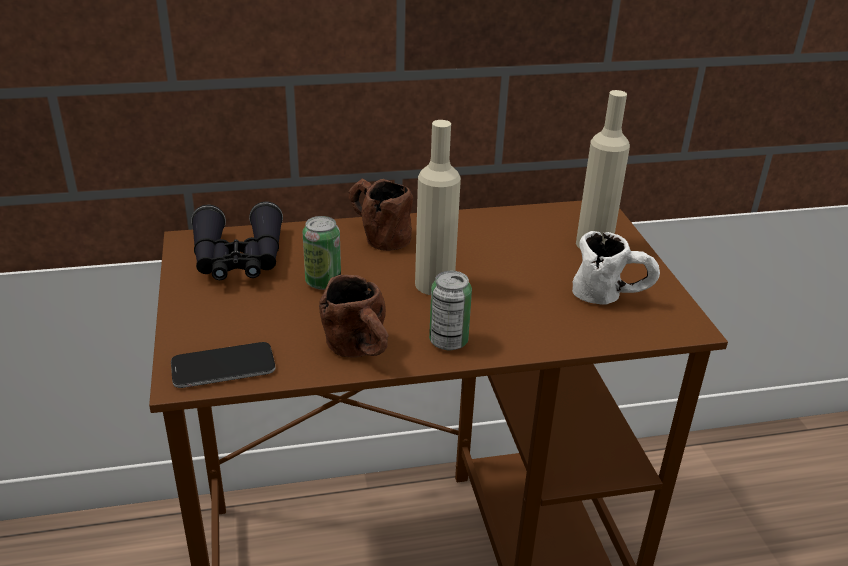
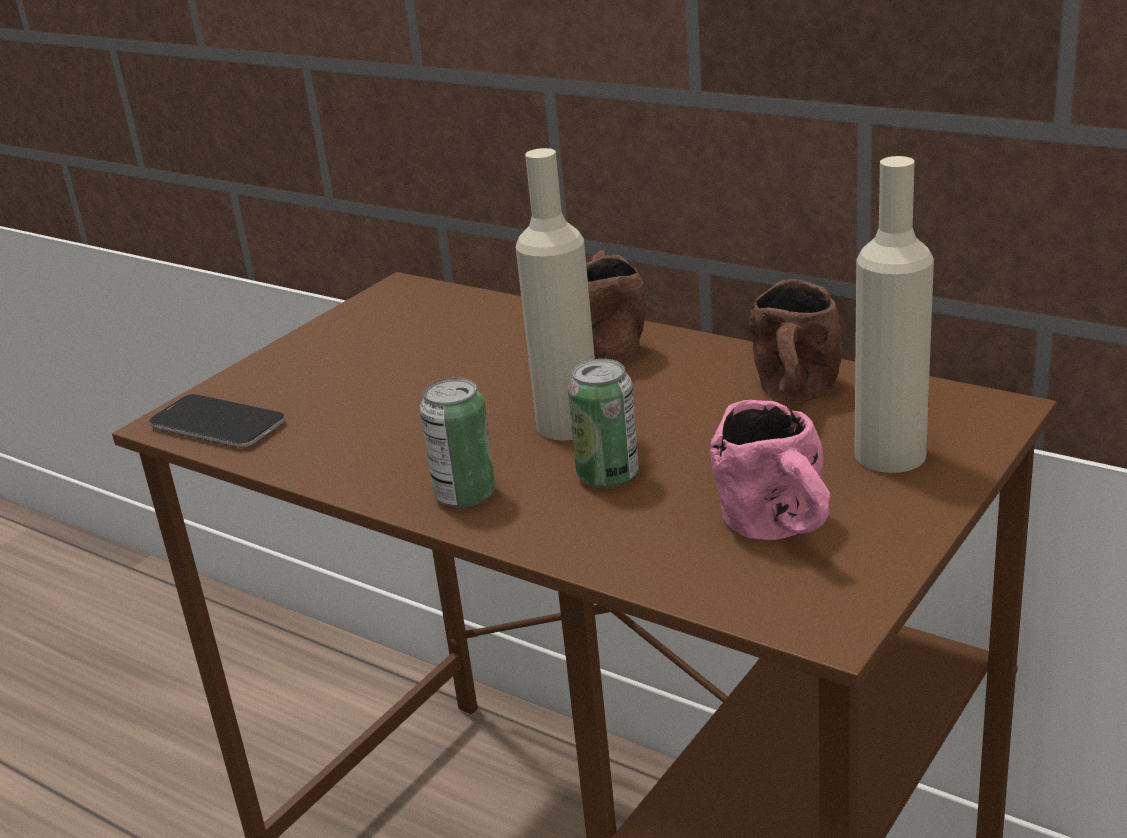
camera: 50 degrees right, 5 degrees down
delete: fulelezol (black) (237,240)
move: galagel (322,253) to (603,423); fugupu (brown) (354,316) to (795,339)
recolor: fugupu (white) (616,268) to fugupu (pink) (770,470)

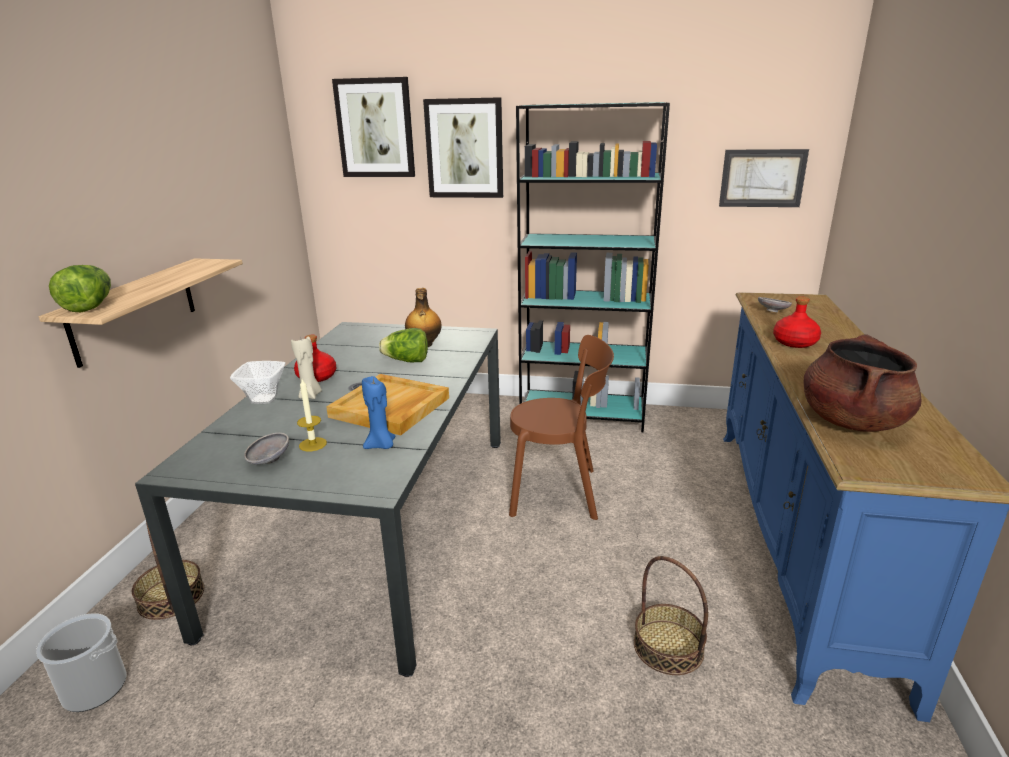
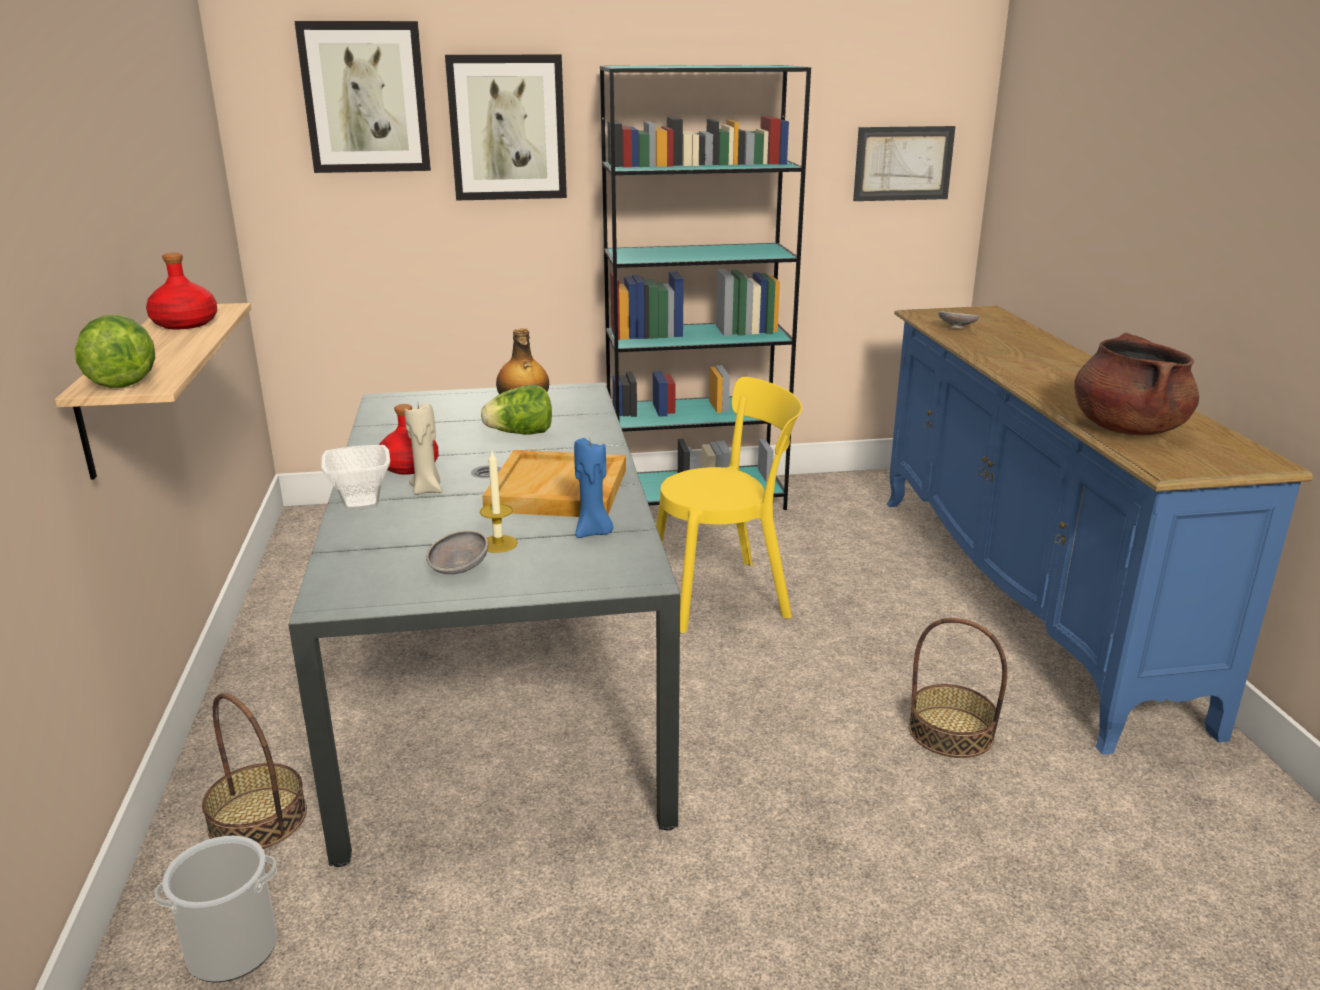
camera: 20 degrees left, 0 degrees up
move: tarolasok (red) (797,322) to (181,291)
recolor: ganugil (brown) (561,427) to ganugil (yellow) (729,505)

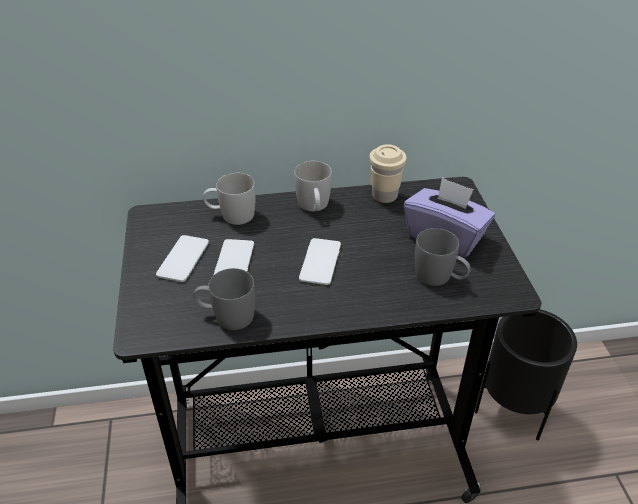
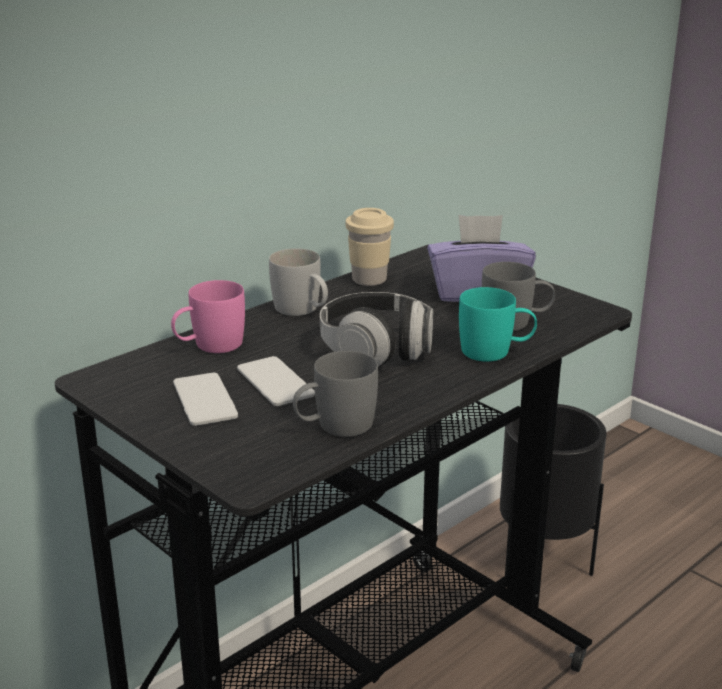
camera: 35 degrees left, 15 degrees down
insert: fugupu (turquoise) (498,324)
replace: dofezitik (320,261) to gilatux (376,329)
recolor: fugupu (white) (229,199) to fugupu (pink) (208,316)

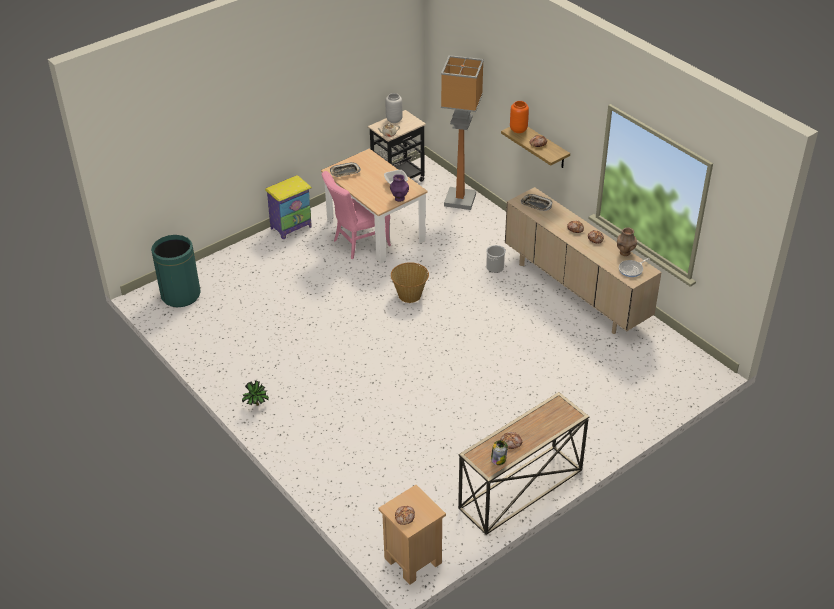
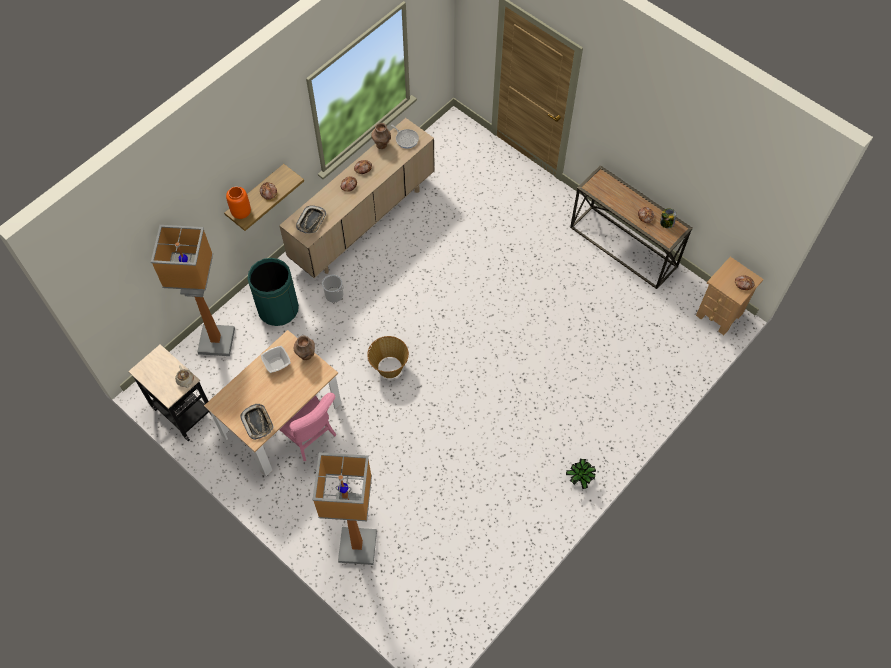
camera: 100 degrees left, 20 degrees up
delete: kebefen (288,207); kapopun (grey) (394,108)
insert: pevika (344,508)
move: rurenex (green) (176,271) to (273,292)
recolor: kapopun (purple) (399,188) to kapopun (brown) (304,348)

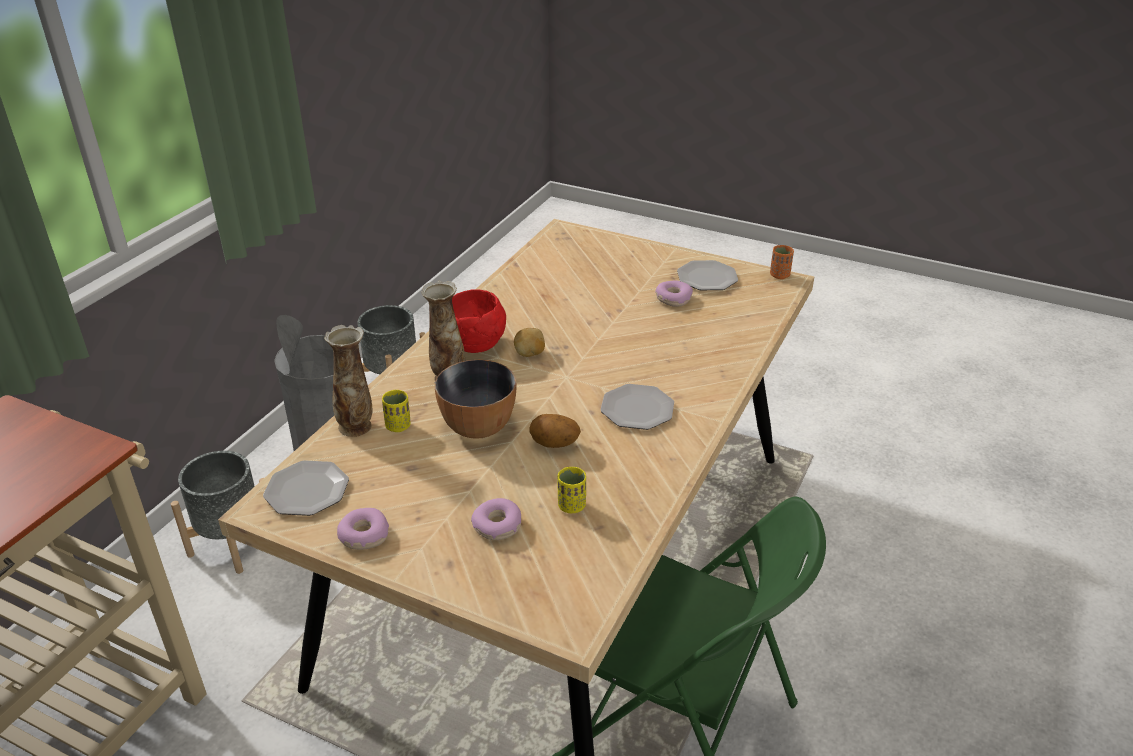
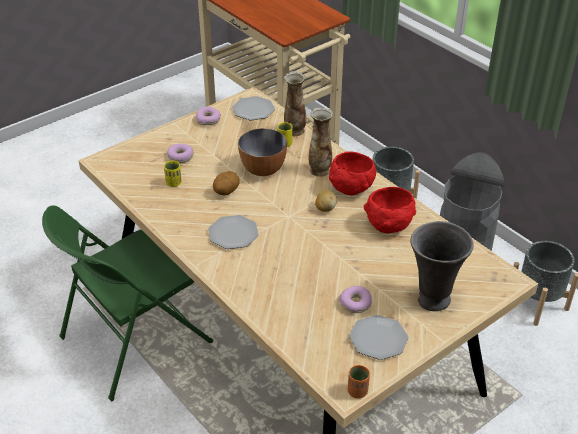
camera: 115 degrees right, 5 degrees up
insert: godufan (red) (390,210); kapopun (grey) (442,266)

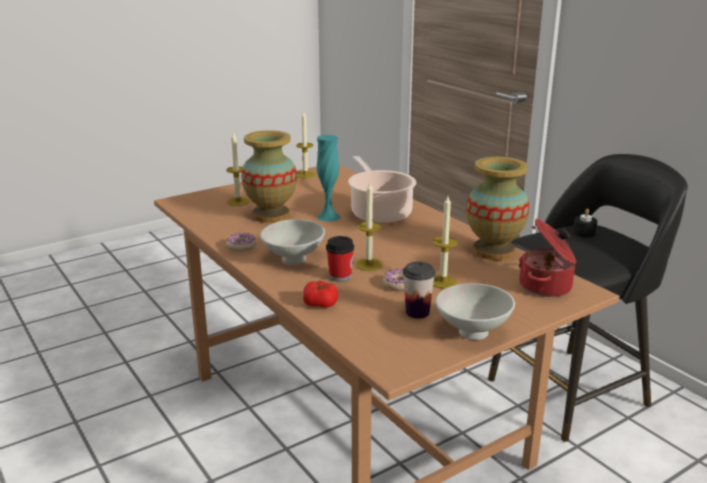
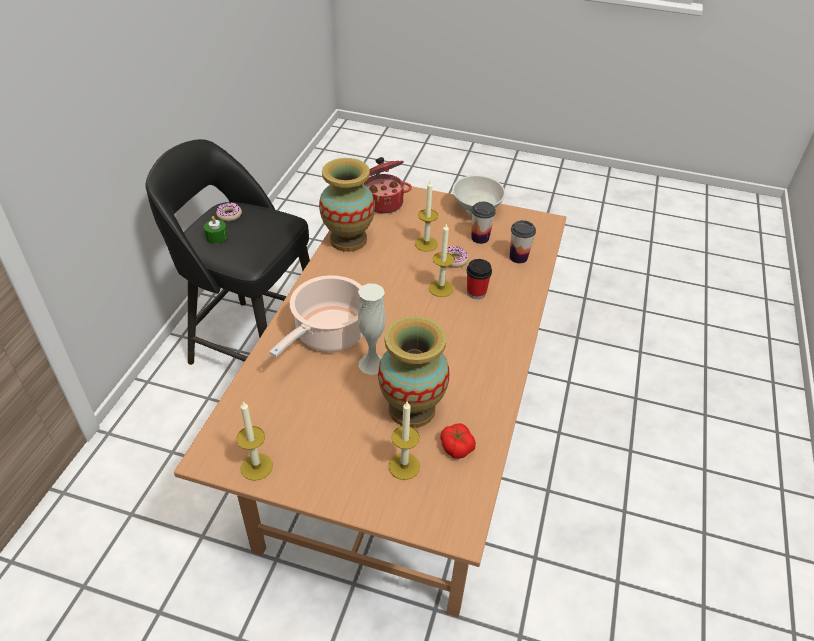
camera: 130 degrees left, 20 degrees up
delete: godufan (white) (292,241)
insert: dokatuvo (523,241)
move: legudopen (241,242) to (229,212); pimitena (320,294) to (458,441)
recolor: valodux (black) (585,223) to valodux (green) (216,230); kapopun (turquoise) (328,178) to kapopun (white) (372,329)

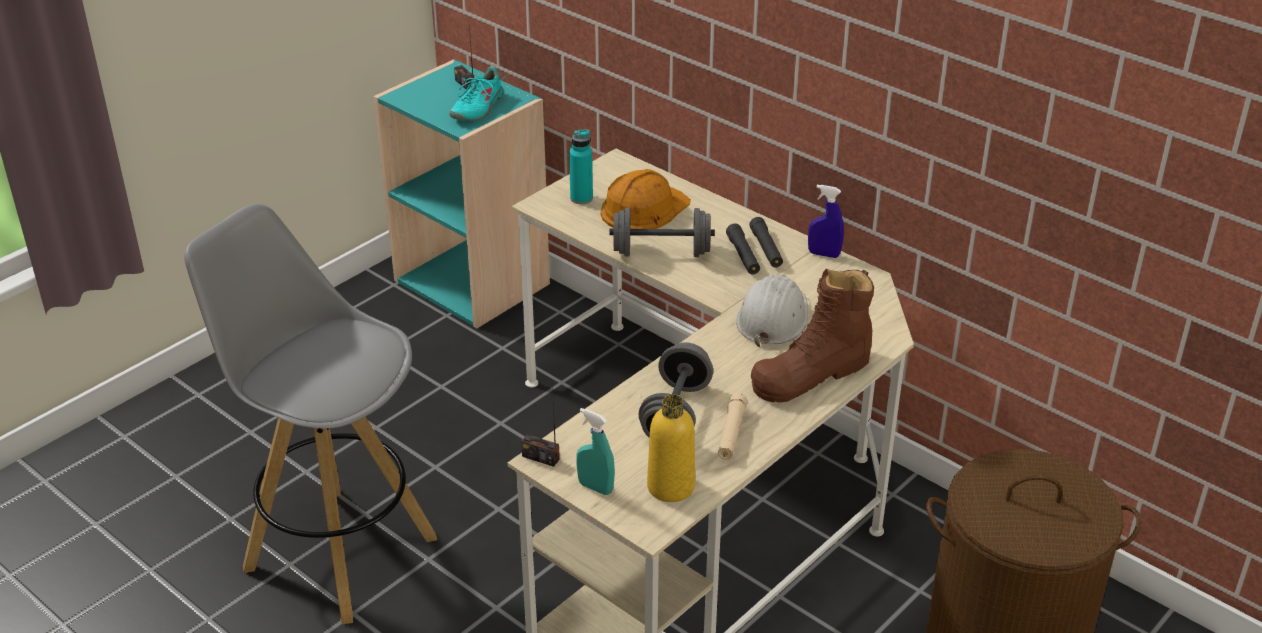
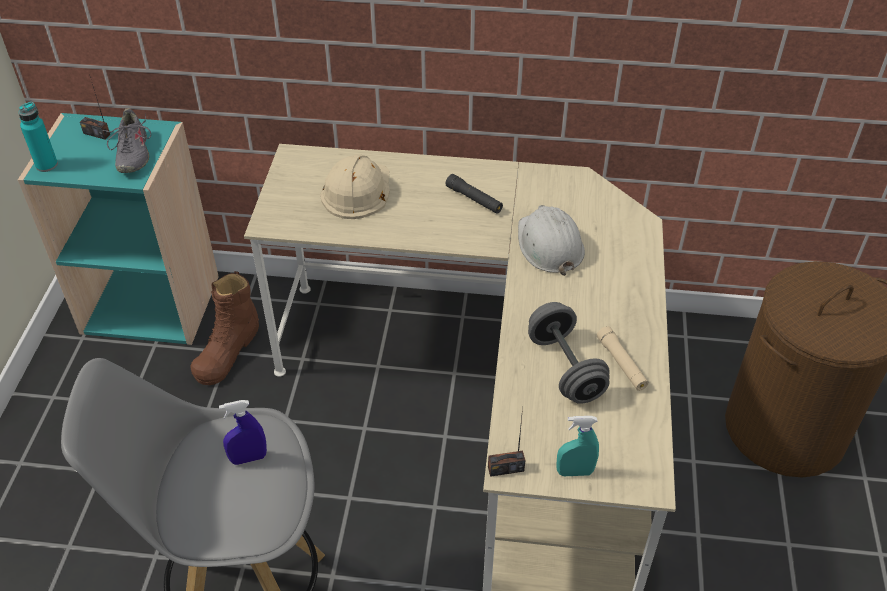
camera: 35 degrees left, 10 degrees up
delete: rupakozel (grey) (662,232); tarolasok (yellow) (671,448); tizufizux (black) (766,242)
move: tarolasok (turquoise) (581,166) to (38,137); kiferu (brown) (812,335) to (224,328); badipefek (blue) (826,221) to (243,432)
recolor: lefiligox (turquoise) (476,93) to lefiligox (grey) (127,140); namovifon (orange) (645,199) to namovifon (beige) (355,186)

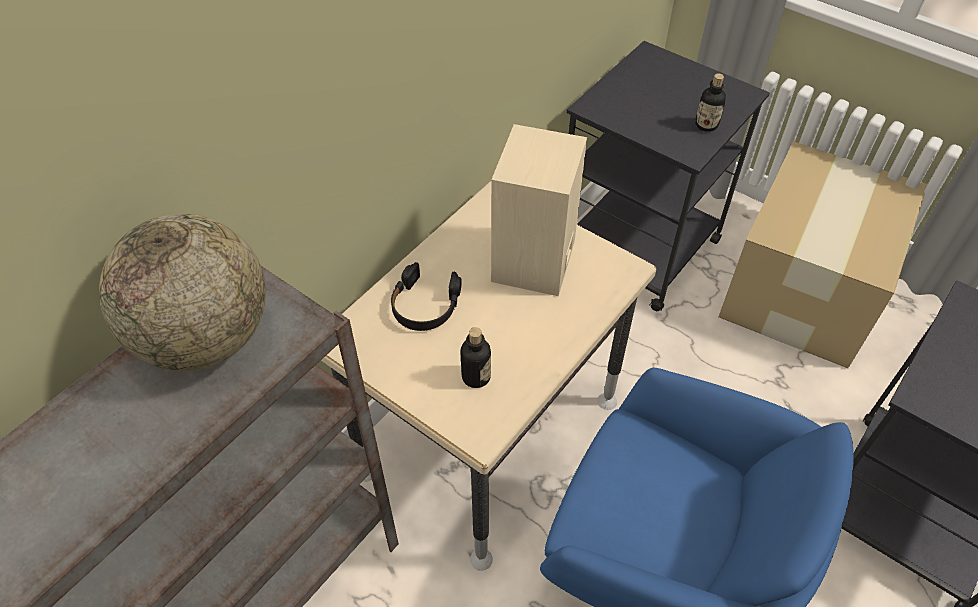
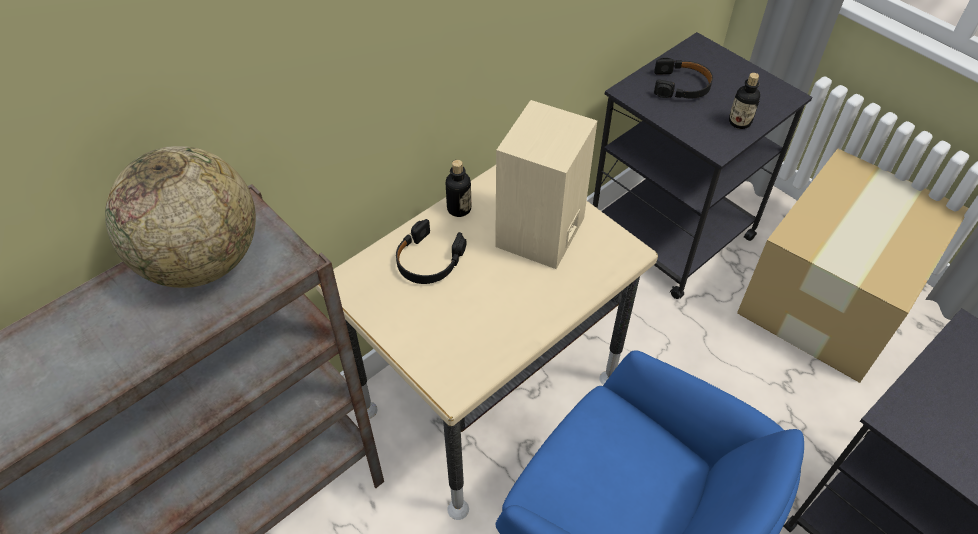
camera: 10 degrees right, 0 degrees up
insert: gilatux (black) (683,78)
move: tarolasok (475,357) to (458,188)

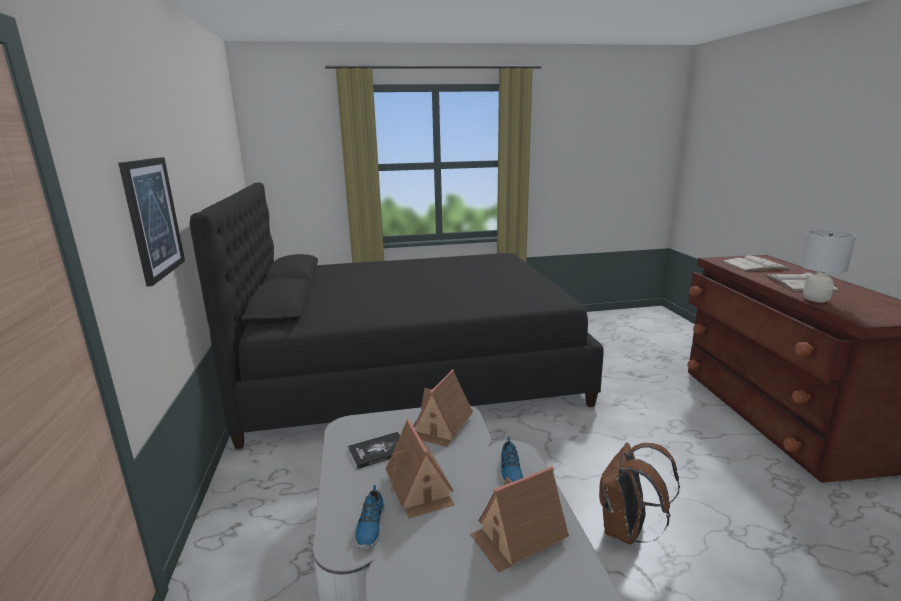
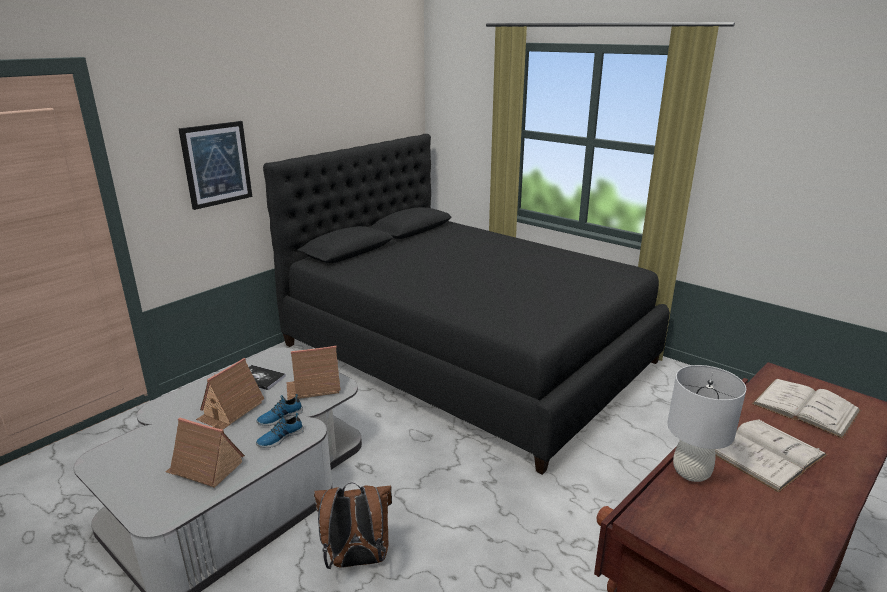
camera: 50 degrees right, 5 degrees up
move: lefiligox (370,516) to (279,410)

